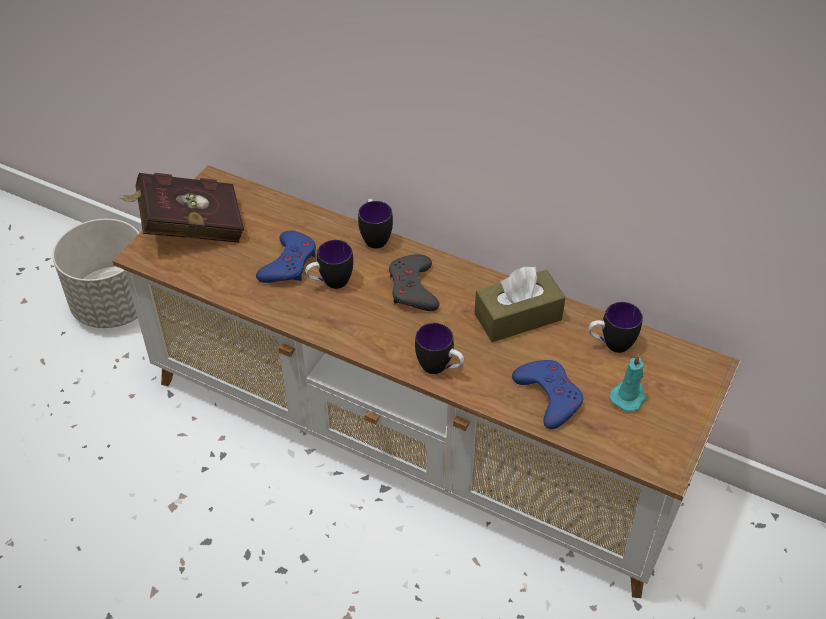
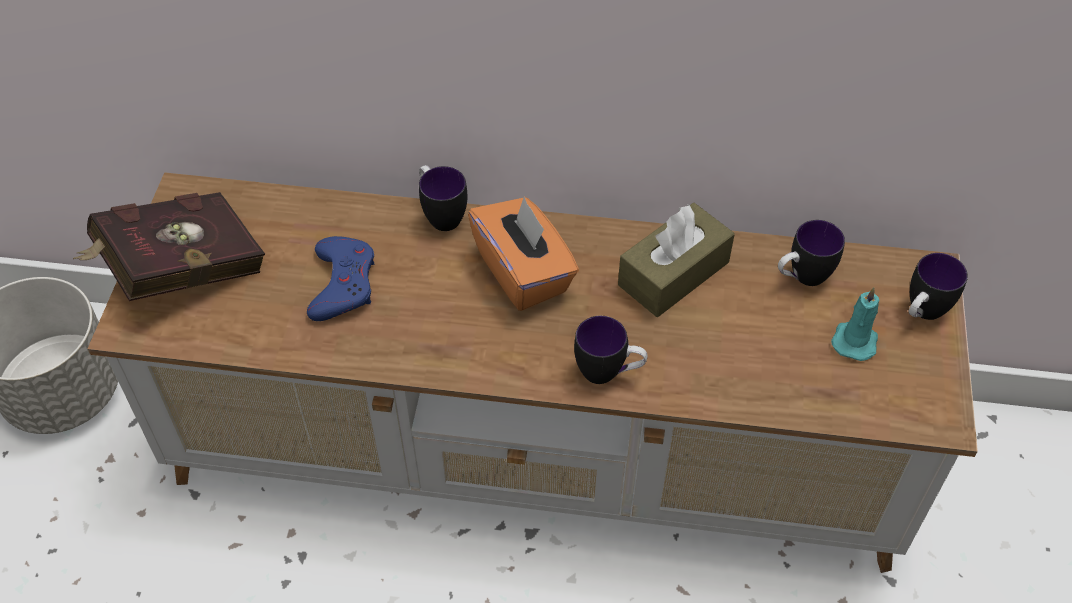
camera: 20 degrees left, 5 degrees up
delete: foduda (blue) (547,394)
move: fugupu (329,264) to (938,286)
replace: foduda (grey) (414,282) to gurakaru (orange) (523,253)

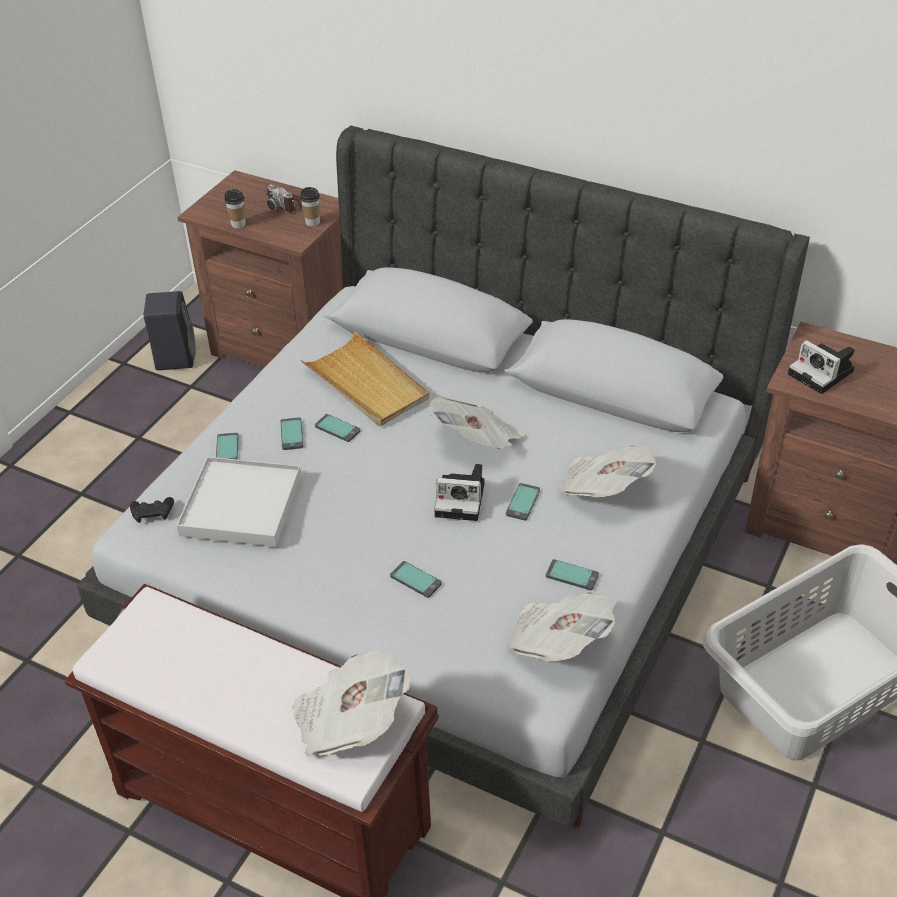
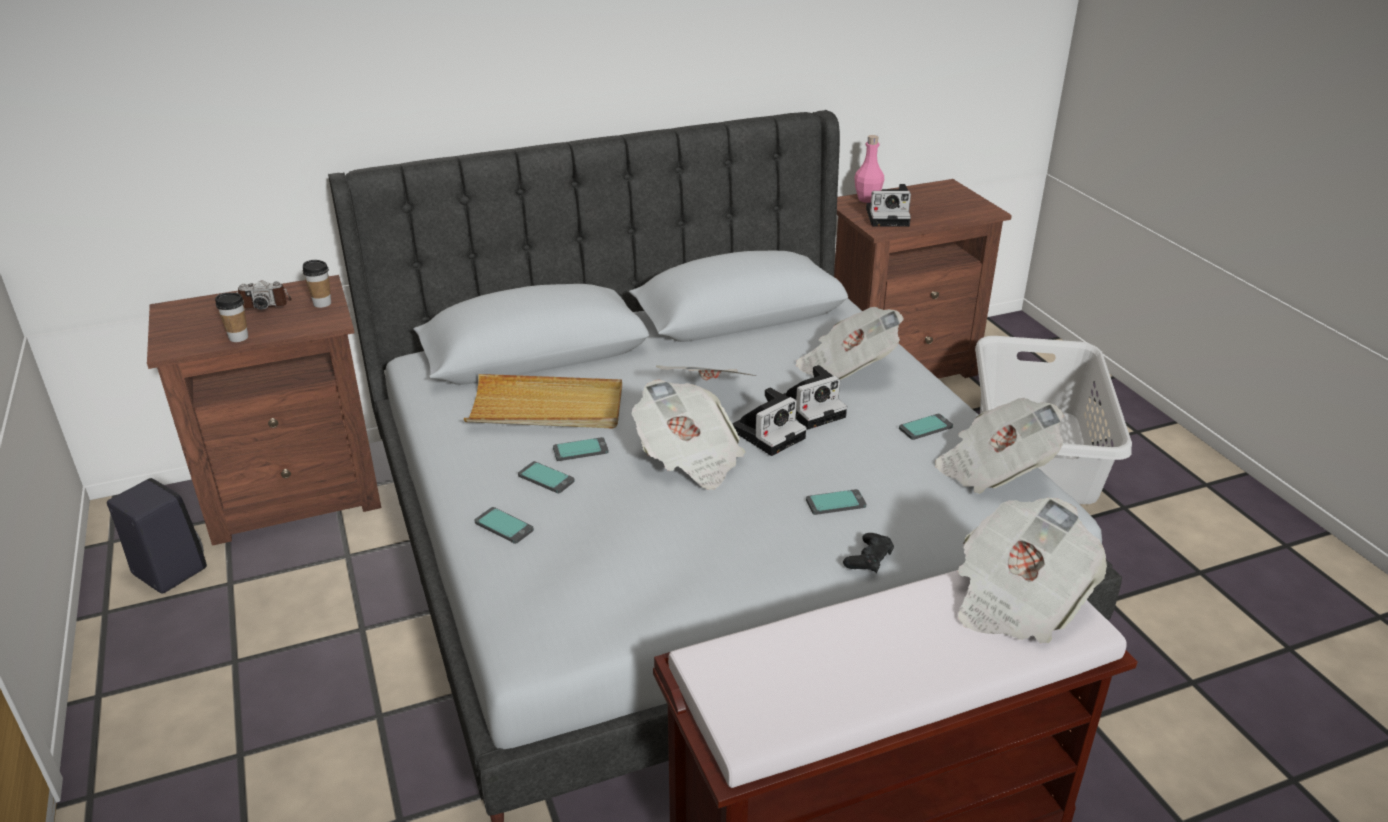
camera: 50 degrees left, 10 degrees down
delete: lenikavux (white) (238,502)
insert: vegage (688,434); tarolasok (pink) (869,169)
move: foduda (black) (152,510) to (868,553)
replace: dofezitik (523,502) to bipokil (815,397)

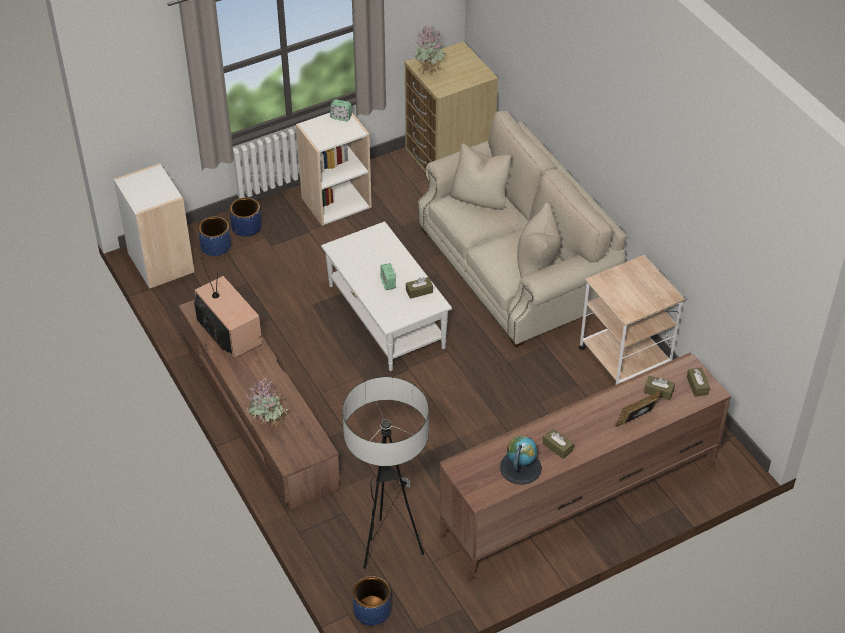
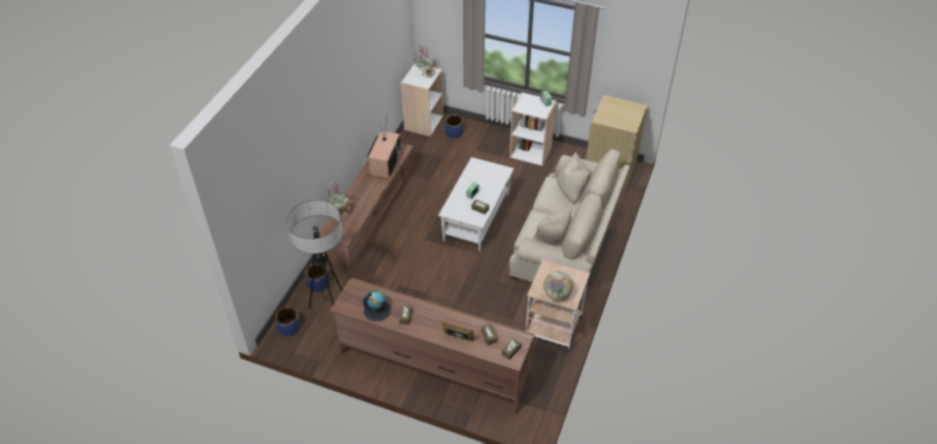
camera: 50 degrees right, 0 degrees up
insert: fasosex (558,286)
move: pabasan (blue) (245,217) to (317,277); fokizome (430,50) to (425,61)

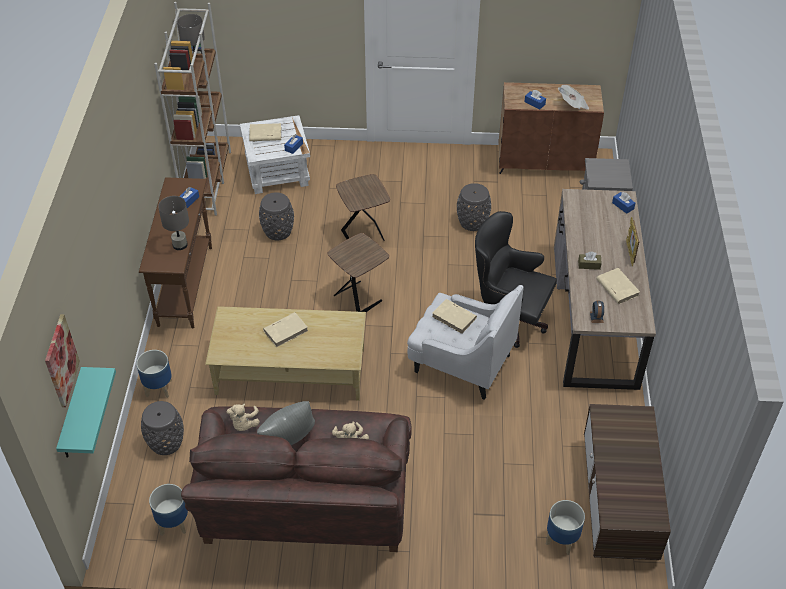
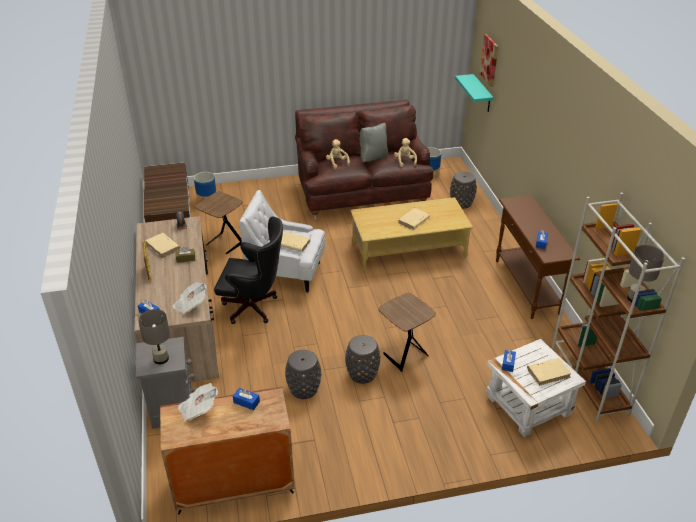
camera: 165 degrees right, 10 degrees down
delete: pabasan (154,374)
insert: vegage (190,298)
move: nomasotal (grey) (173,223) to (154,336); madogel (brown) (358,272) to (219,223); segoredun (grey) (276,216) to (362,359)

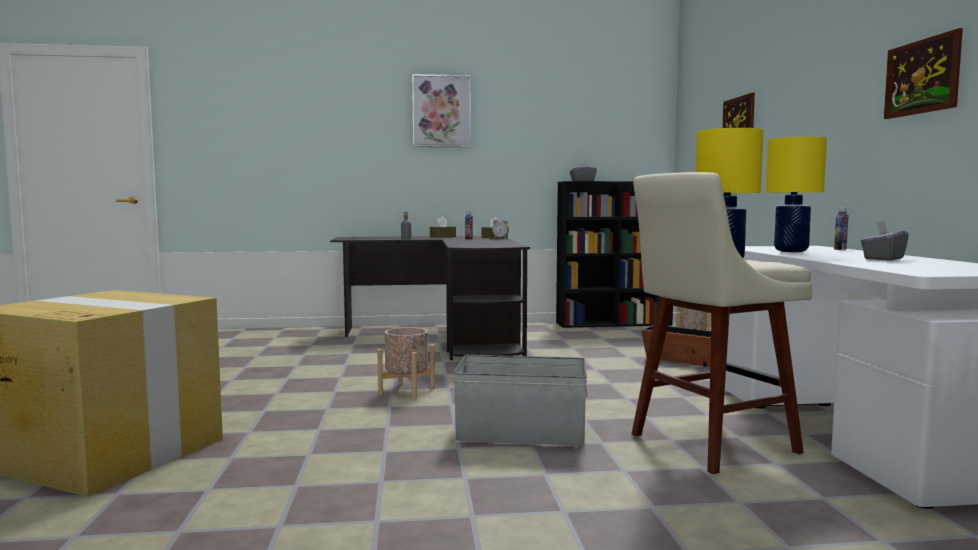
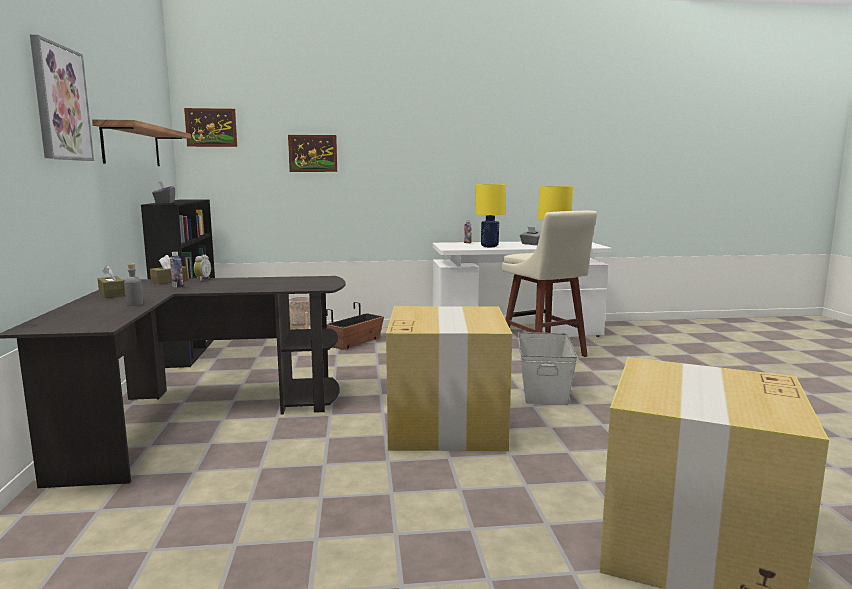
camera: 90 degrees left, 5 degrees up
insert: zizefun (141,142)
move: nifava (923,73) to (210,127)
replace: pabasan (beige) (406,363) to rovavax (449,378)

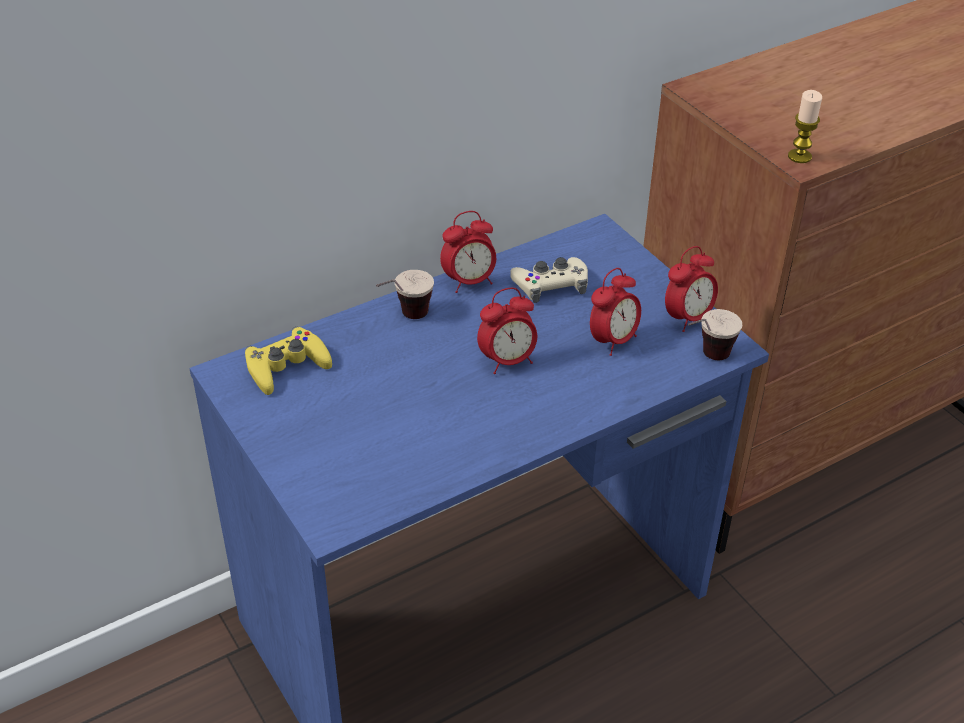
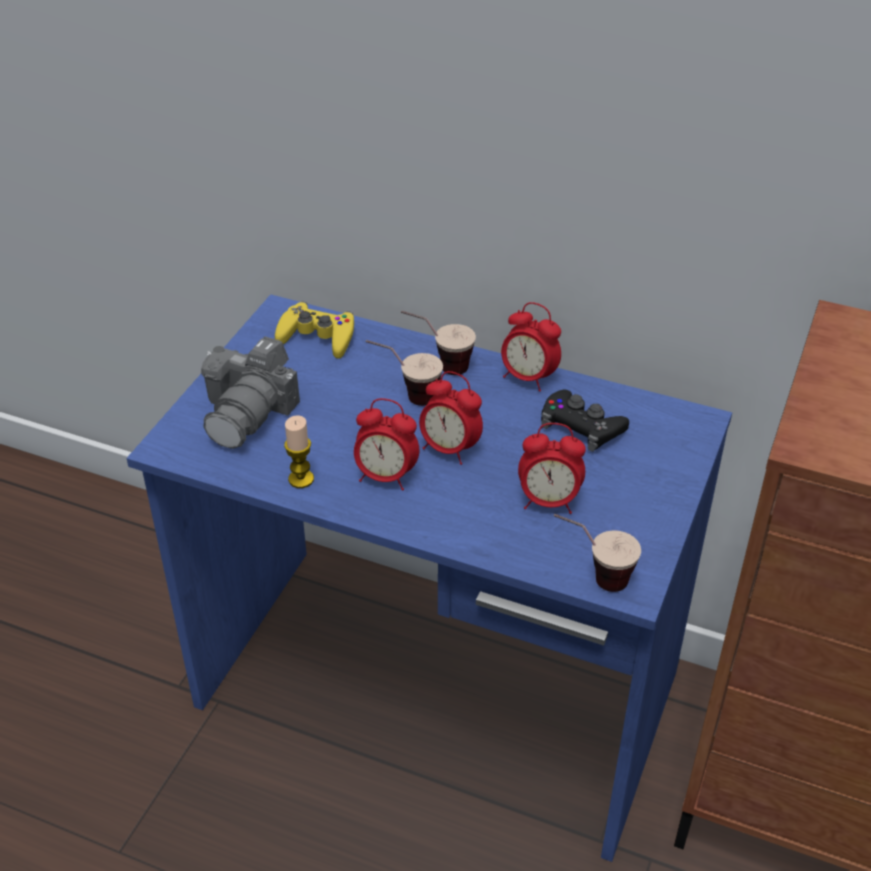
camera: 55 degrees right, 0 degrees up
insert: bipokil (250,393); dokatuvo (404,373)
move: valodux (805,126) to (299,451); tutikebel (691,289) to (386,444)
recolor: foduda (beige) (549,280) to foduda (black) (585,421)

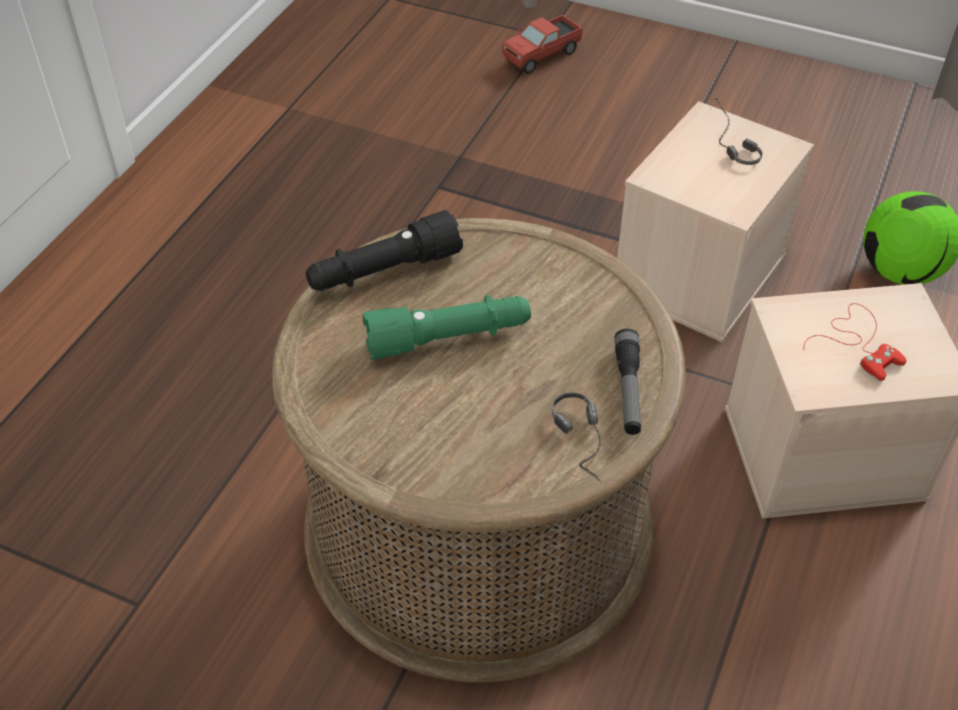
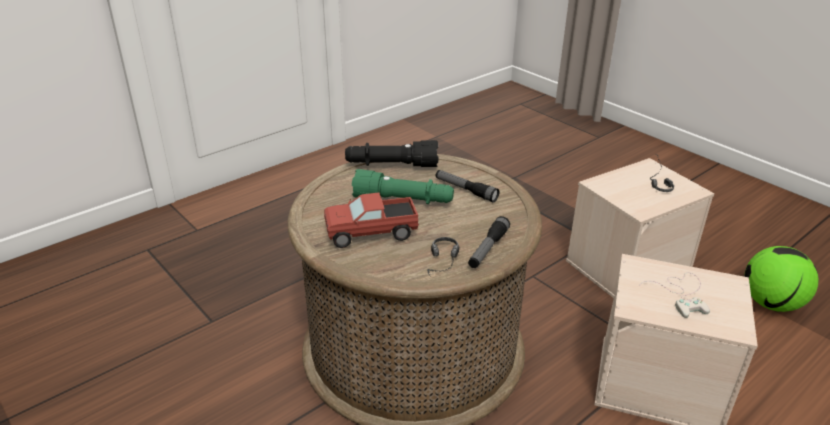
camera: 25 degrees right, 15 degrees down
insert: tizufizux (467,186)
move: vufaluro (542,44) to (371,220)
recolor: foduda (red) (854,342) to foduda (white) (674,295)

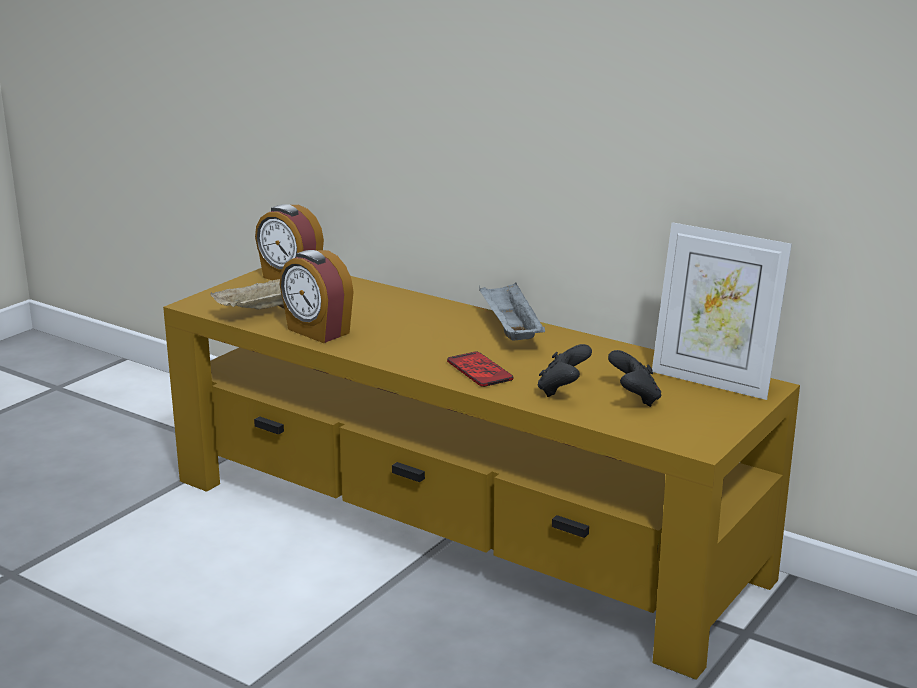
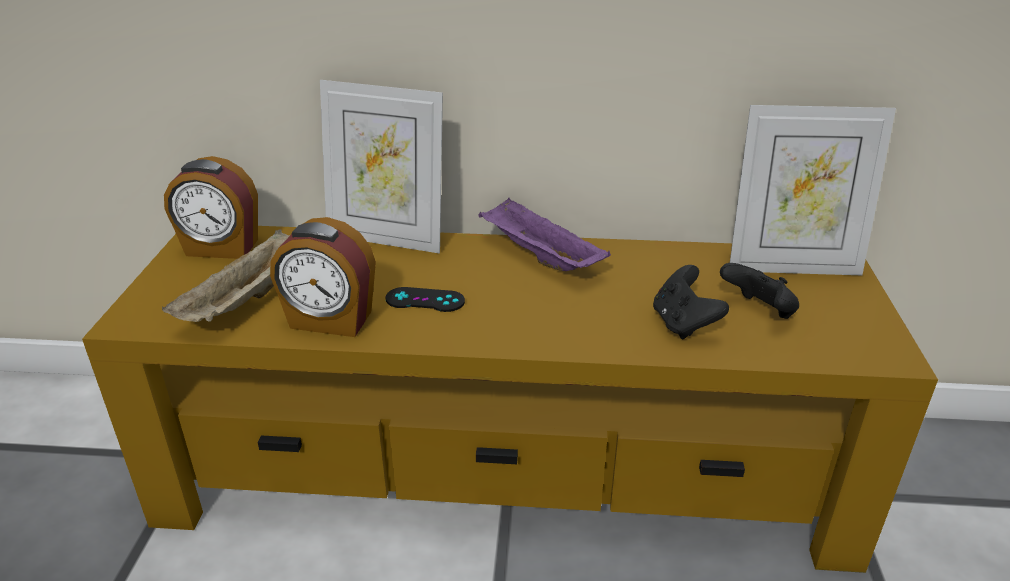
camera: 30 degrees left, 10 degrees up
delete: dofezitik (480,369)
insert: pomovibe (381,166); foduda (black) (425,299)
recolor: lenikavux (grey) (512,312) to lenikavux (purple) (544,234)

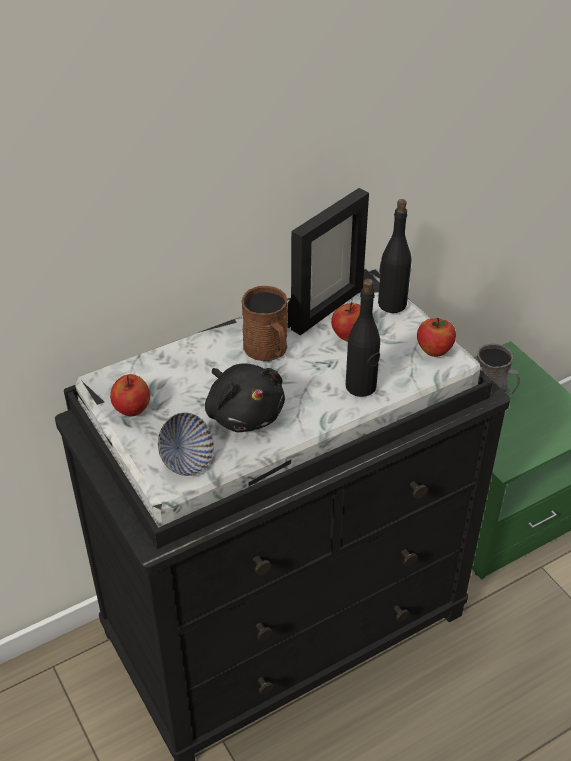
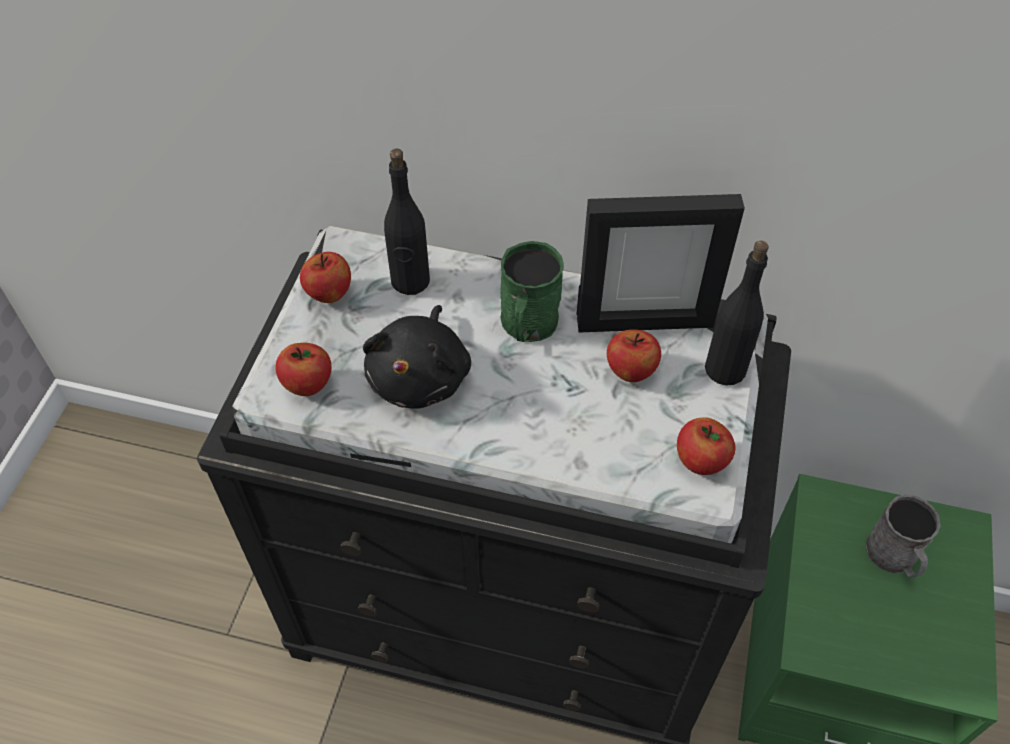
camera: 45 degrees right, 10 degrees up
move: tarolasok (black) (363,337) to (407,222)
replace: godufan (186,444) to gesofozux (303,369)
recolor: fugupu (brown) (264,323) to fugupu (green) (532,291)

